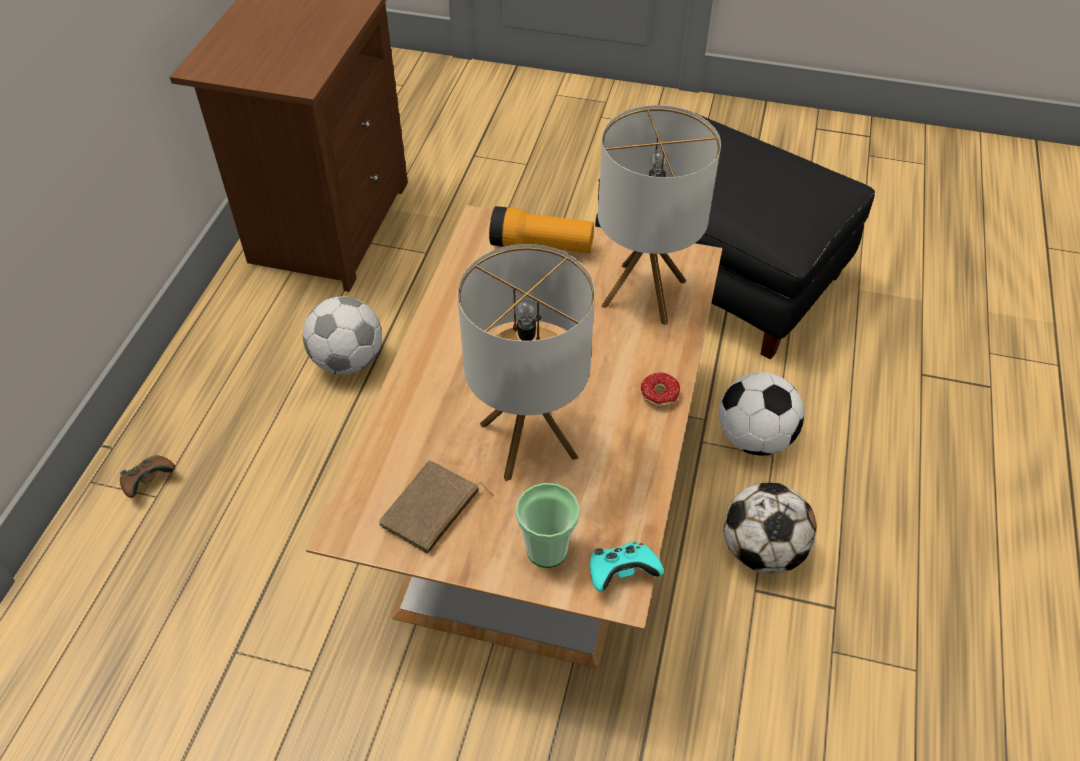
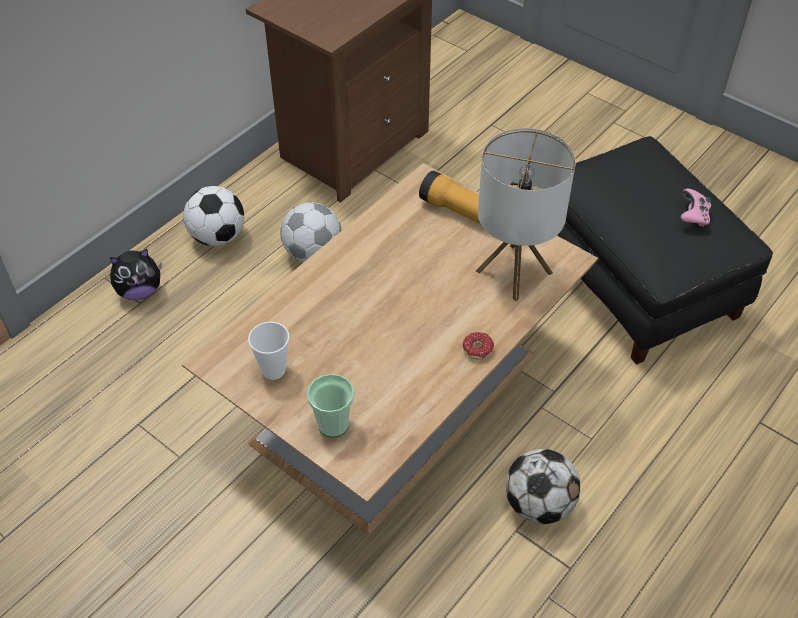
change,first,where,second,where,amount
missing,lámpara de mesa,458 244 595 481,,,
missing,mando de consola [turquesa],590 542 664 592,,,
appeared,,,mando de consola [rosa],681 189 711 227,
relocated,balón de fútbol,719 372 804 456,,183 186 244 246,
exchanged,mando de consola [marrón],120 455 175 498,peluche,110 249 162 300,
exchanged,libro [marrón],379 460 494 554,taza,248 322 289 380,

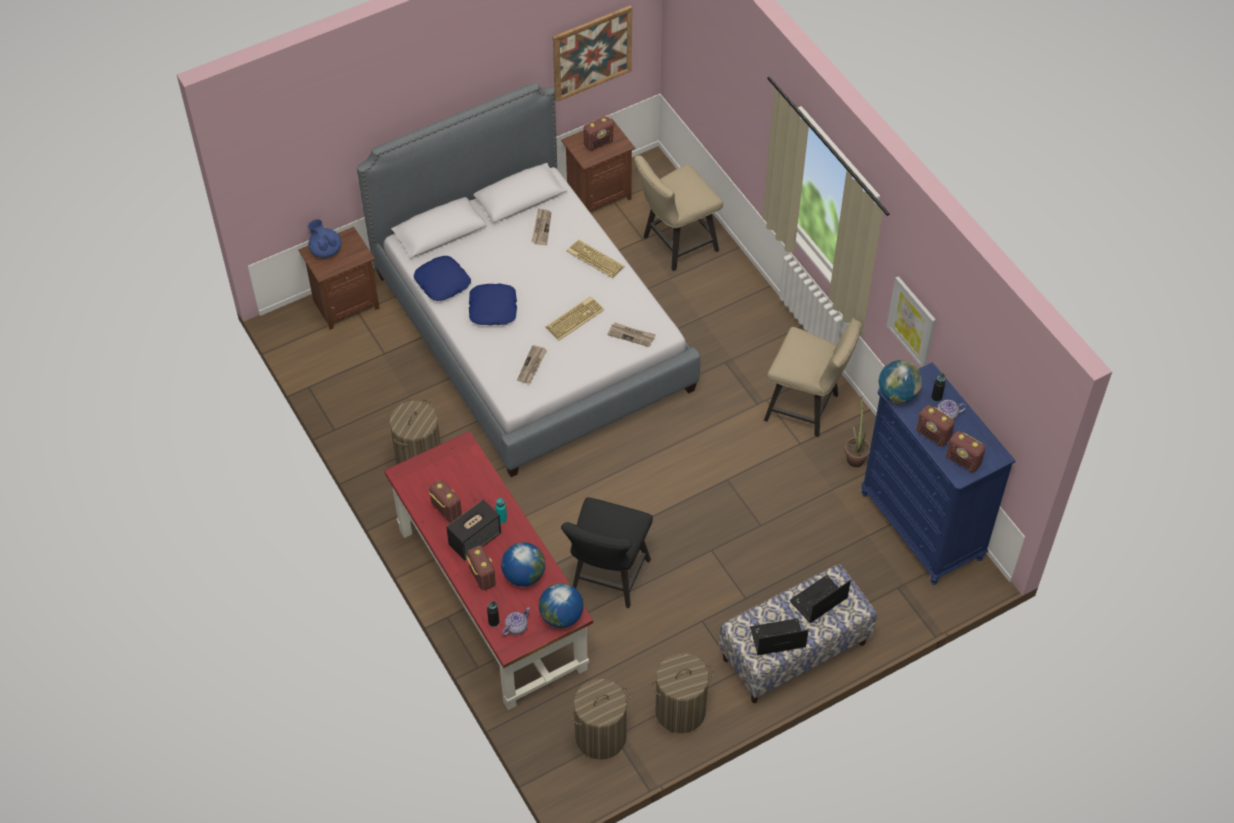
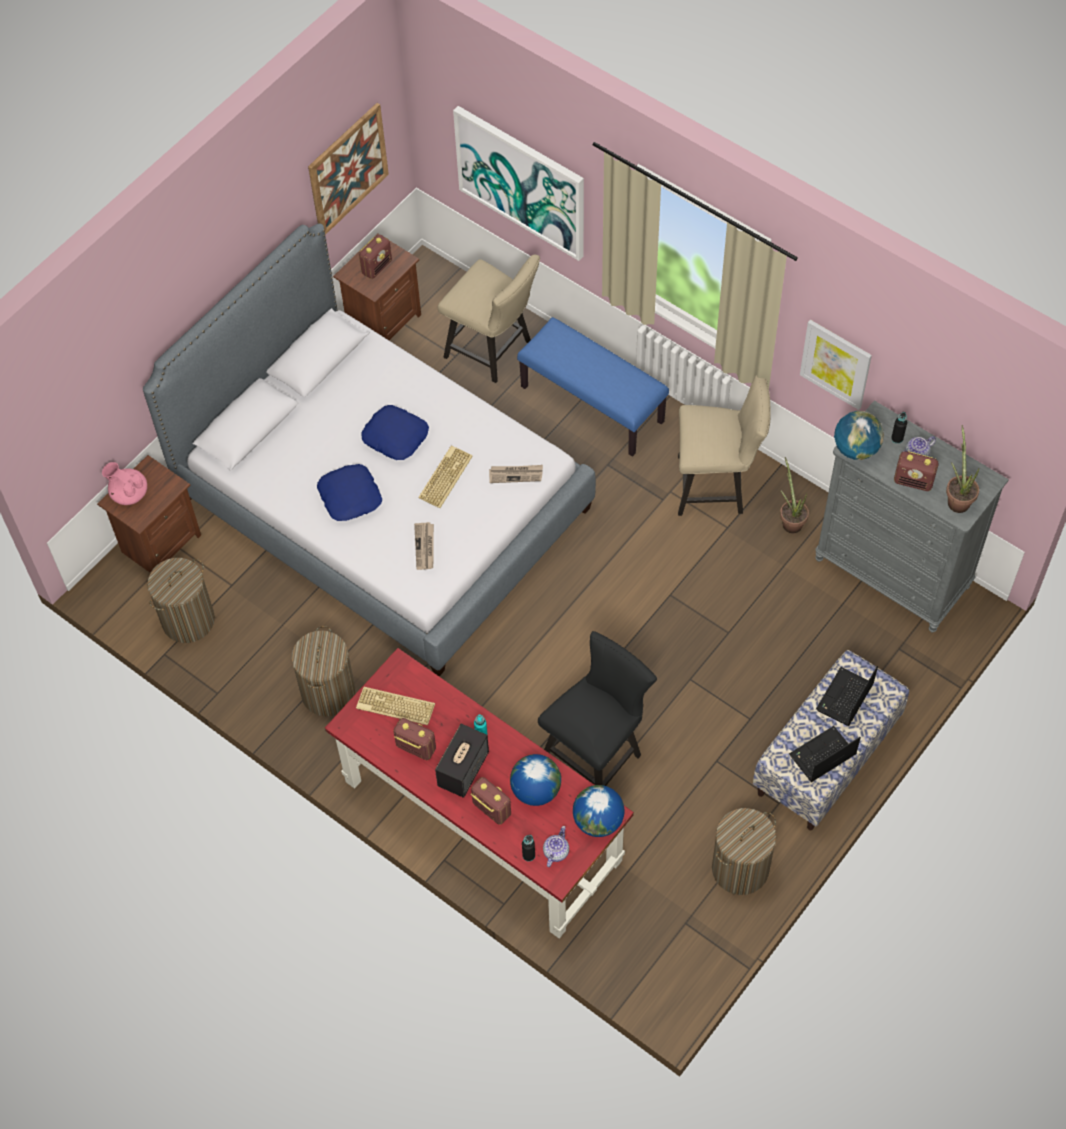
change,first,where,second,where,amount
missing,periódico,531 208 552 245,,,
appeared,,,cuadro,453 106 584 261,
appeared,,,banco [azul],517 317 669 457,
relocated,cojín [azul],414 256 471 301,,361 405 429 460,
relocated,teclado,567 240 625 278,,356 687 435 725,
relocated,cesto de la ropa,570 679 631 760,,147 558 215 643,
exchanged,radio,946 431 985 472,planta en maceta,946 425 980 513,
colour,tetera [azul],308 219 342 258,tetera [rosa],102 462 147 505,
colour,cómoda [azul],861 362 1015 585,cómoda [gris],815 401 1009 632,
spun,silla [negro],561 497 653 608,,538 631 657 786,135 degrees counterclockwise
spun,silla [beis],634 155 723 271,,437 255 540 383,90 degrees counterclockwise

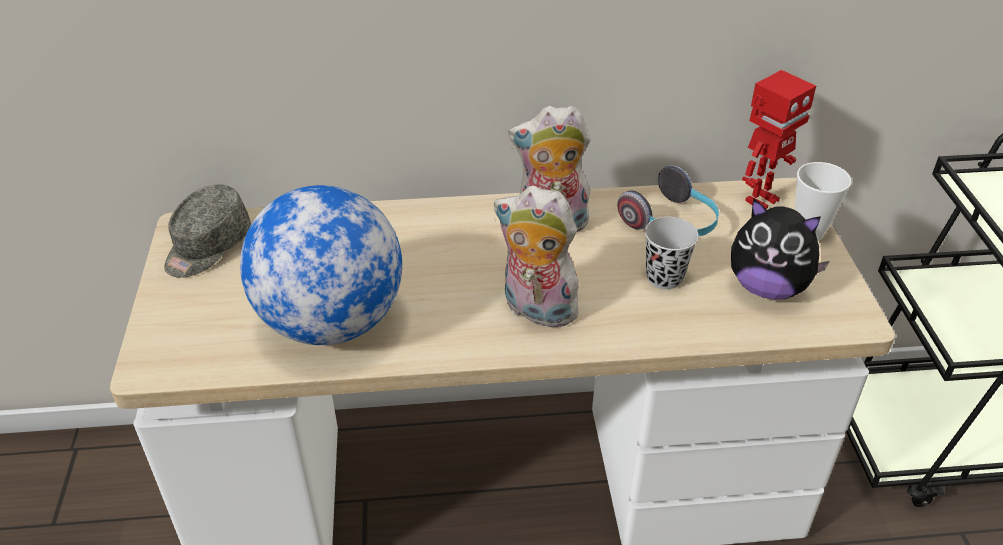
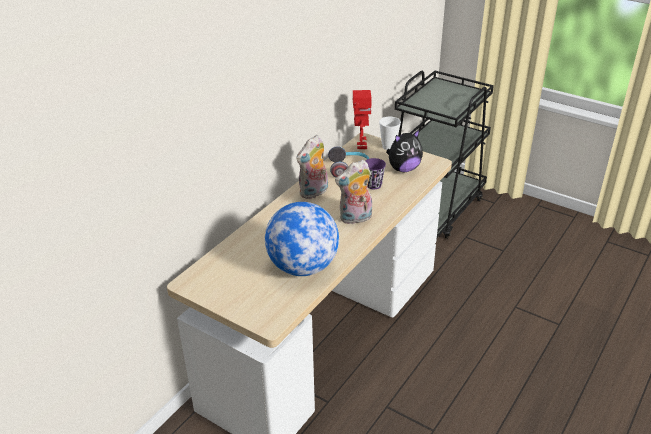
change,first,where,second,where,amount
missing,gorra [gris],164 185 251 278,,,
colour,taza [negro],645 217 699 289,taza [morado],365 158 386 189,

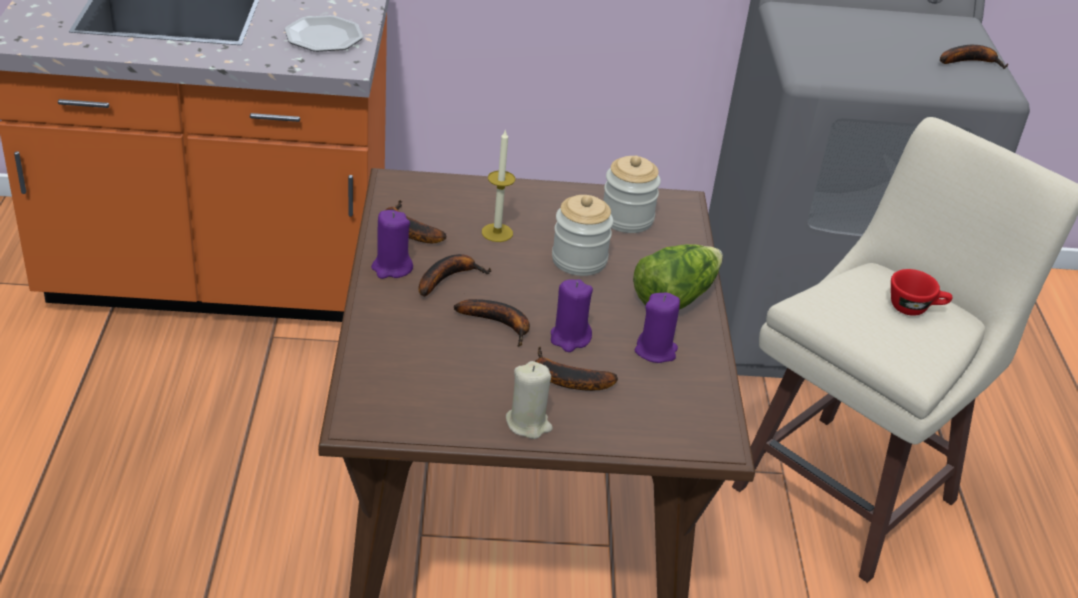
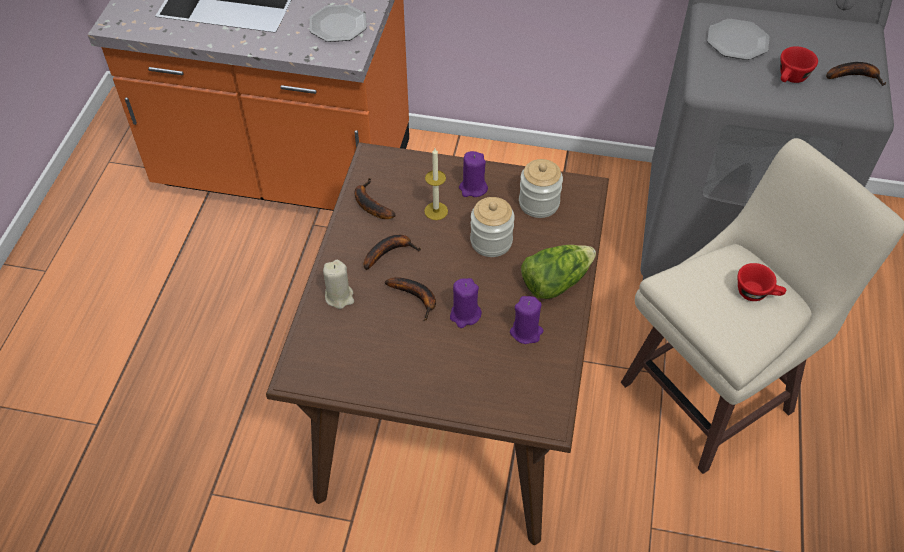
change,first,where,second,where,amount
missing,plátano,535 346 618 391,,,
appeared,,,plato,707 19 769 60,
appeared,,,taza [rojo],780 46 818 83,
relocated,vela [morado],371 210 413 279,,459 151 488 197,
relocated,vela [beis],506 361 553 439,,323 260 354 309,

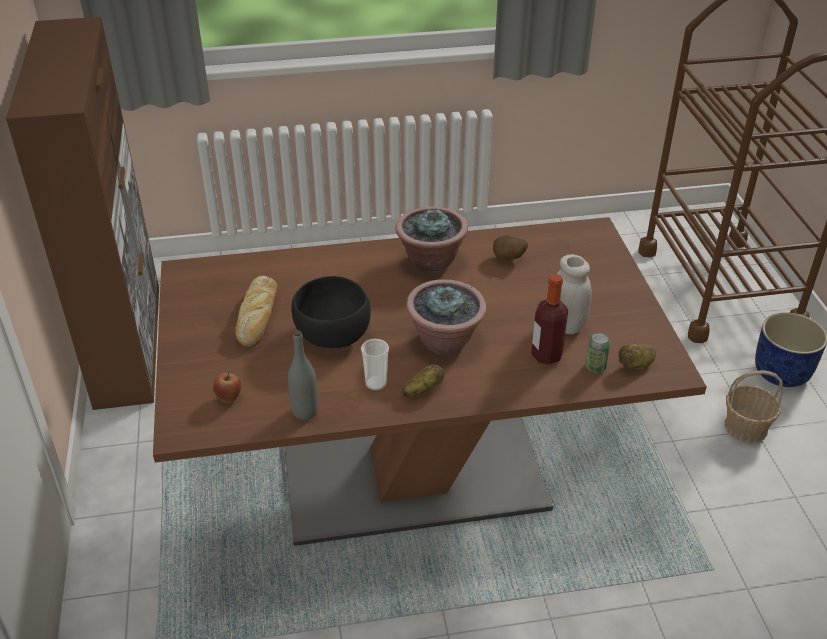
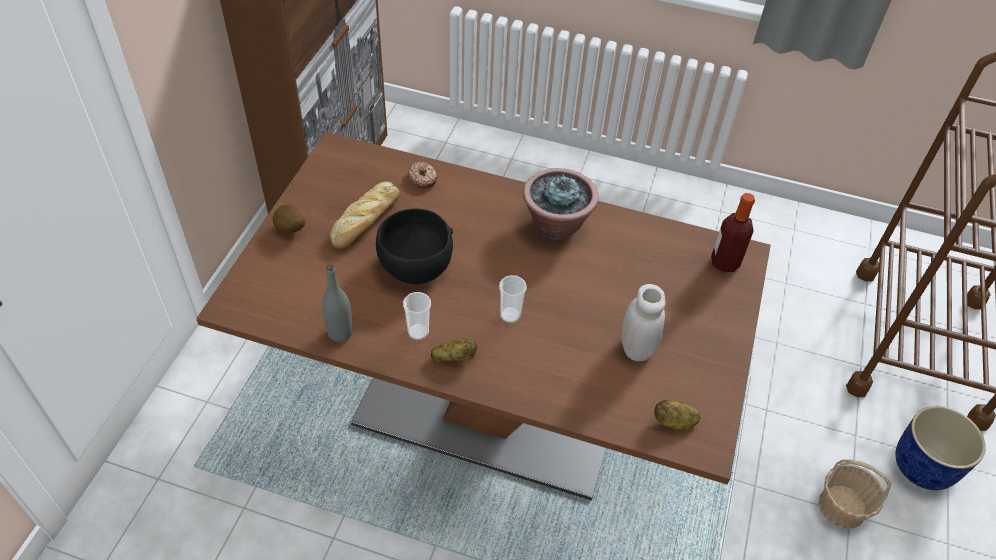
change,first,where,second,where,amount
missing,manzana,213 372 242 403,,,
missing,lata,586 332 611 373,,,
appeared,,,rosquilla,408 162 438 189,
relocated,patata,493 235 528 261,,272 205 305 233,
relocated,botella,531 274 568 365,,711 193 755 273,
exchanged,planta en maceta,406 279 487 354,taza,499 275 527 323,

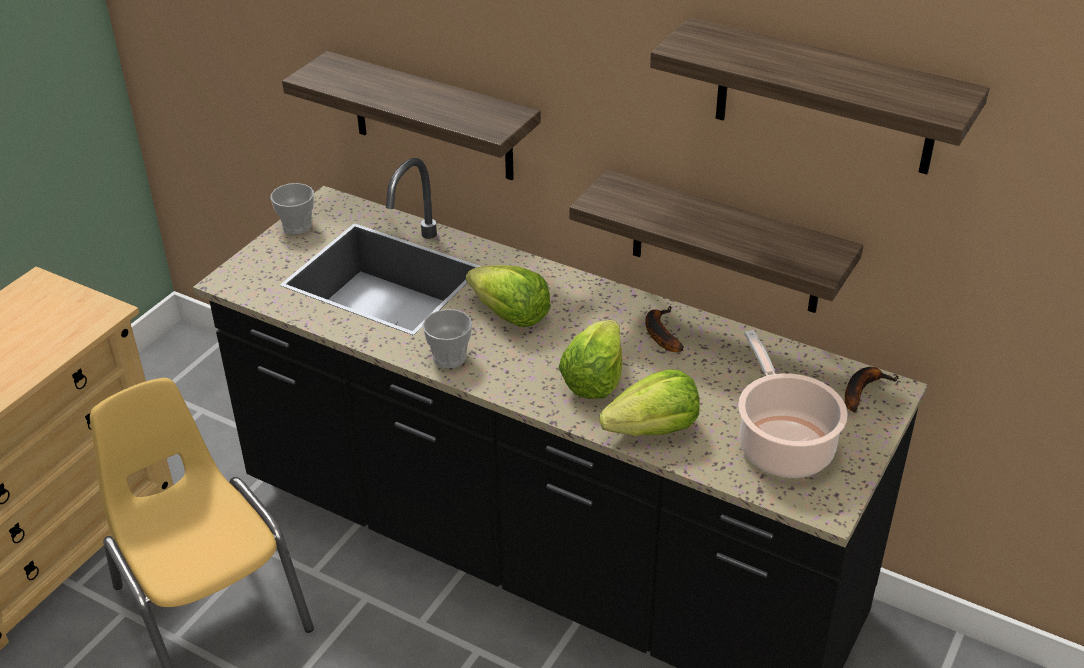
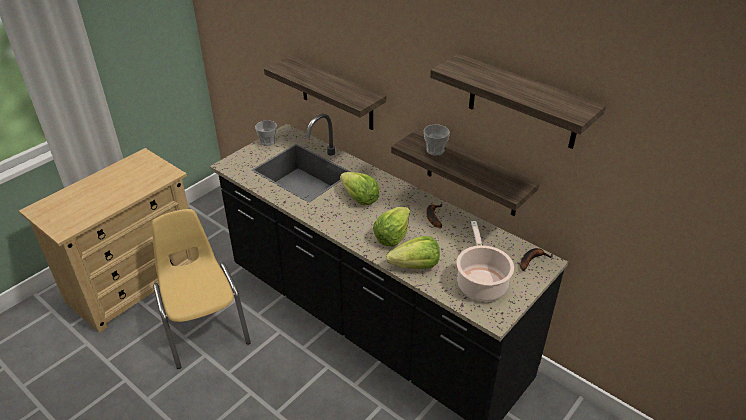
change,first,where,second,where,amount
relocated,taza,422 309 472 368,,423 125 450 156,

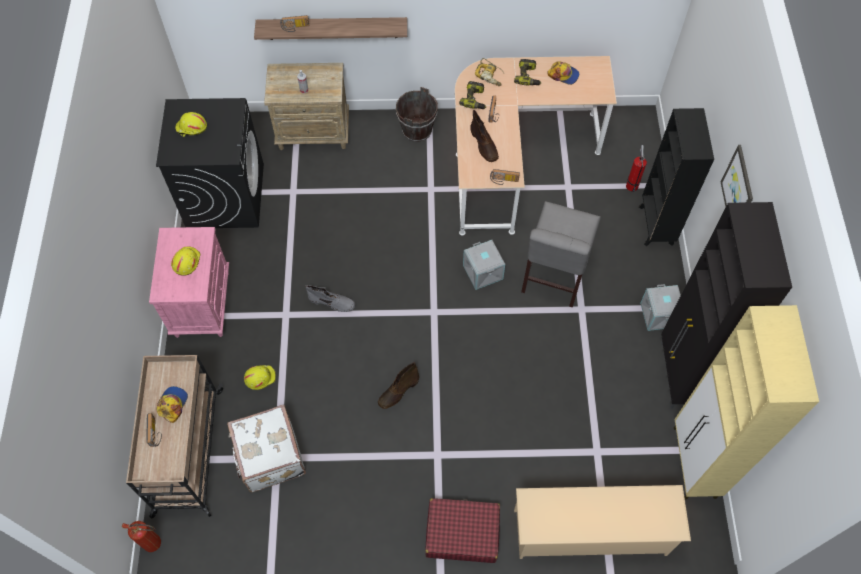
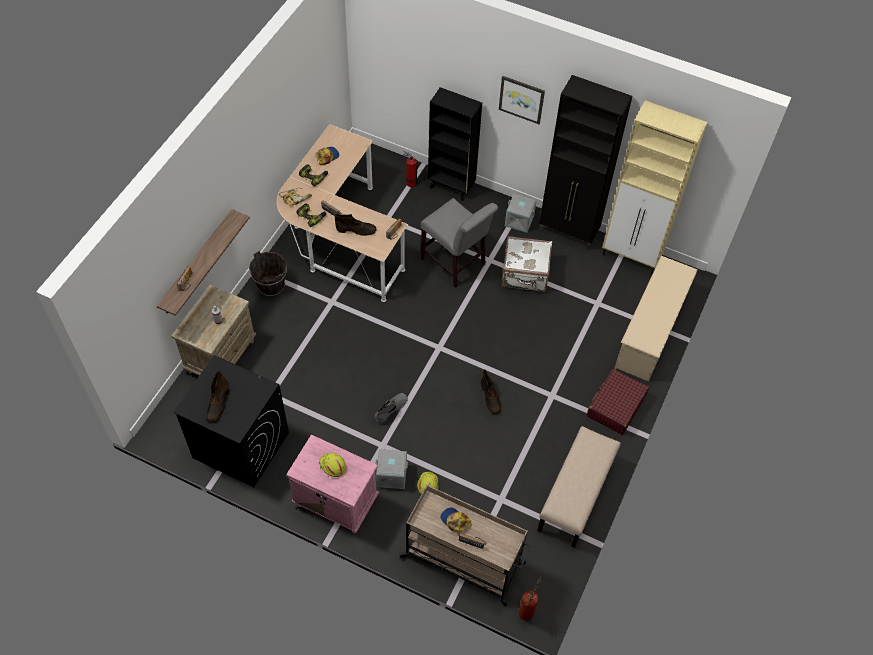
change,first,where,second,where,amount
appeared,,,banco [beis],537 426 621 548,
relocated,maleta [blanco],227 404 306 492,,502 236 552 292,
relocated,caja de almacenaje [gris],463 240 505 290,,375 449 408 489,
exchanged,casco [amarillo],175 112 207 137,bota [marrón],206 370 229 422,

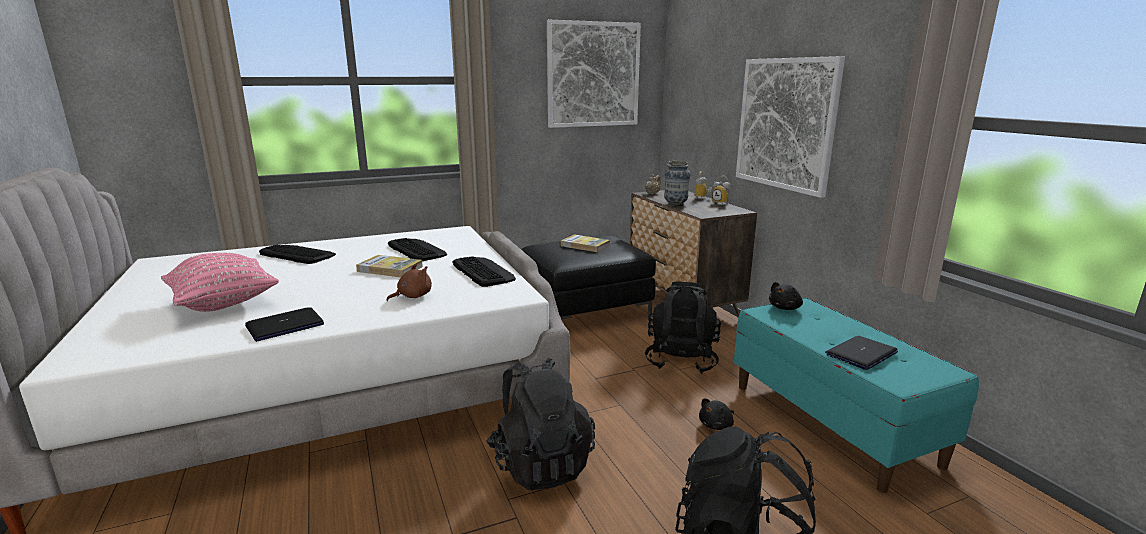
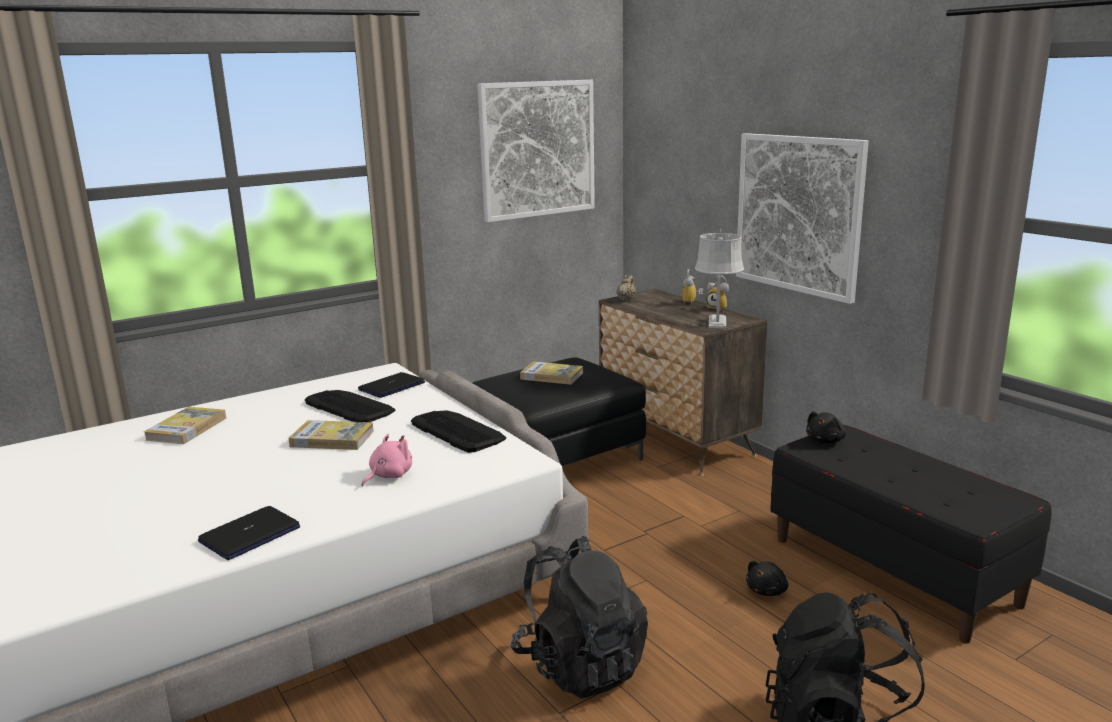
change,first,where,second,where,amount
missing,cojín [rosa],161 253 279 312,,,
missing,mochila [negro],645 281 721 374,,,
missing,florero,664 161 691 207,,,
appeared,,,lámpara de mesa [gris],695 230 744 328,
relocated,portátil,825 336 898 370,,358 372 425 398,
exchanged,teclado,259 245 336 264,libro,144 407 226 444,
colour,peluche [marrón],386 264 432 301,peluche [rosa],362 434 412 486,
colour,banco [turquesa],734 298 979 493,banco [negro],770 425 1051 644,

